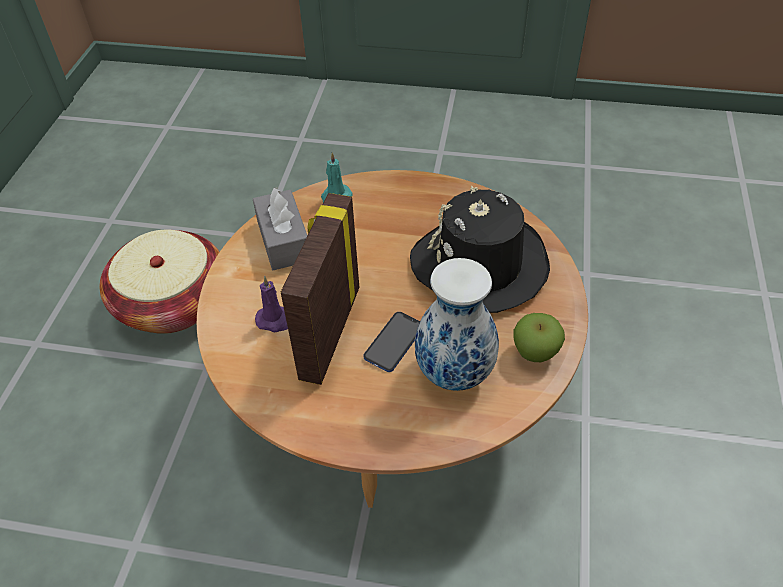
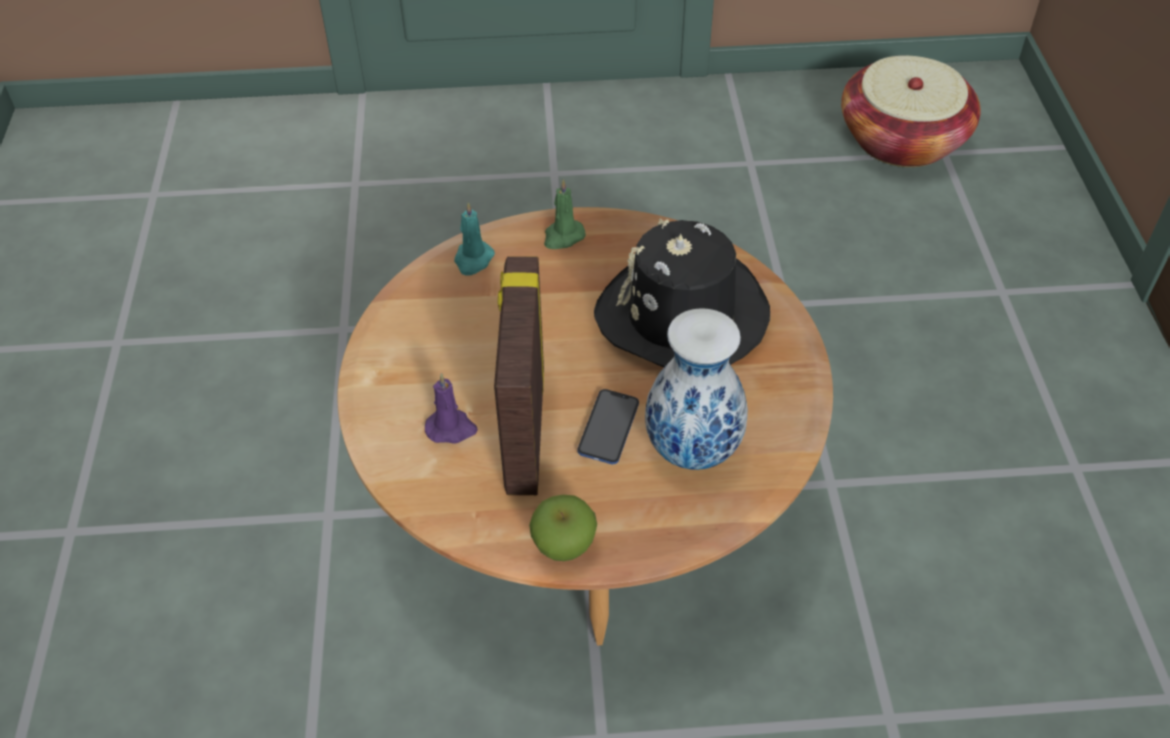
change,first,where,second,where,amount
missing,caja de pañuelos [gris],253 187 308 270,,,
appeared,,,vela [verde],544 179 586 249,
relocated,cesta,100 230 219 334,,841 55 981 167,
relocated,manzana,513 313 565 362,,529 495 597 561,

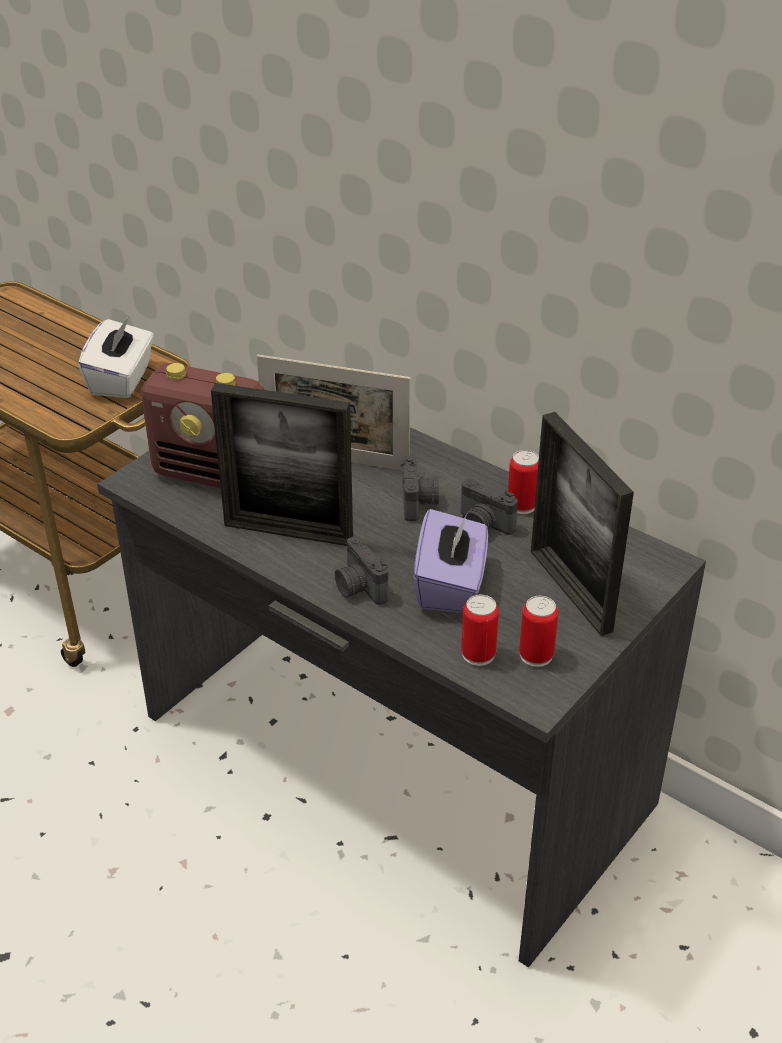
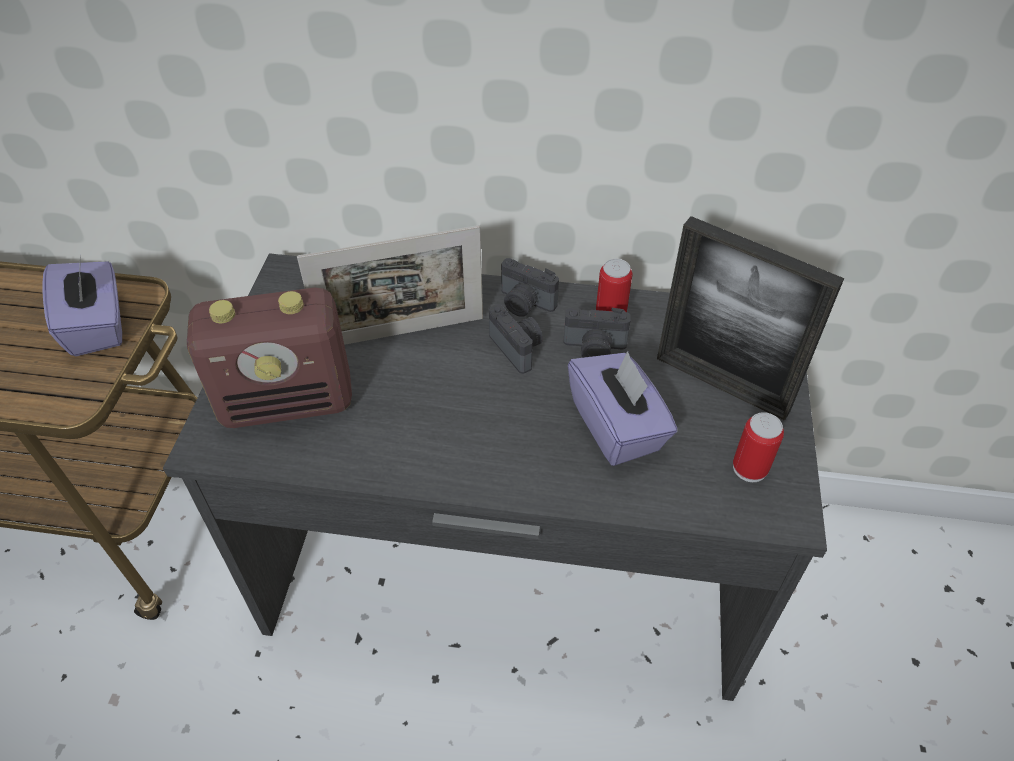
change,first,where,second,where,amount
missing,portarretratos,211 383 353 546,,,
missing,lata,461 595 499 666,,,
relocated,cámara,335 536 388 605,,501 258 559 317,
colour,caja de pañuelos [blanco],78 317 154 398,caja de pañuelos [morado],42 255 122 356,

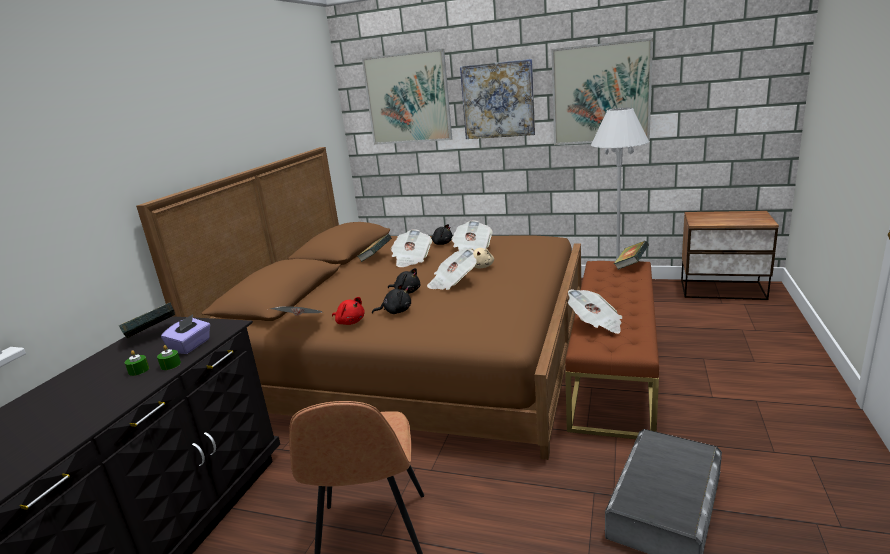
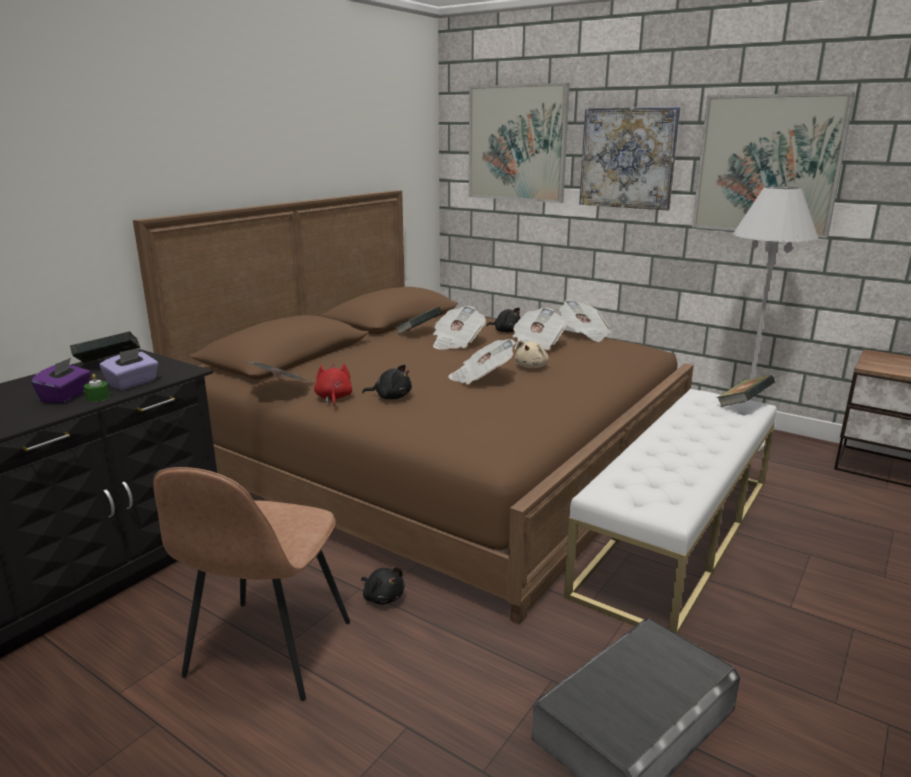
change,first,where,second,where,amount
relocated,peluche [negro],388 268 420 294,,361 567 405 605,
relocated,periódico,568 289 622 334,,559 300 612 342,
exchanged,vela [verde],125 350 149 376,caja de pañuelos [morado],31 358 91 403,
colour,banco [marrón],565 261 659 439,banco [blanco],564 389 777 634,
spun,peluche [rojo],332 297 365 325,,314 363 352 406,150 degrees counterclockwise

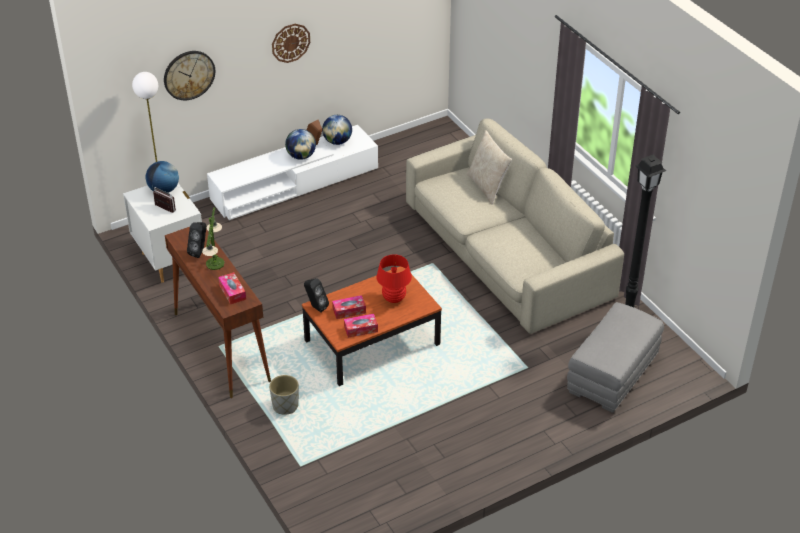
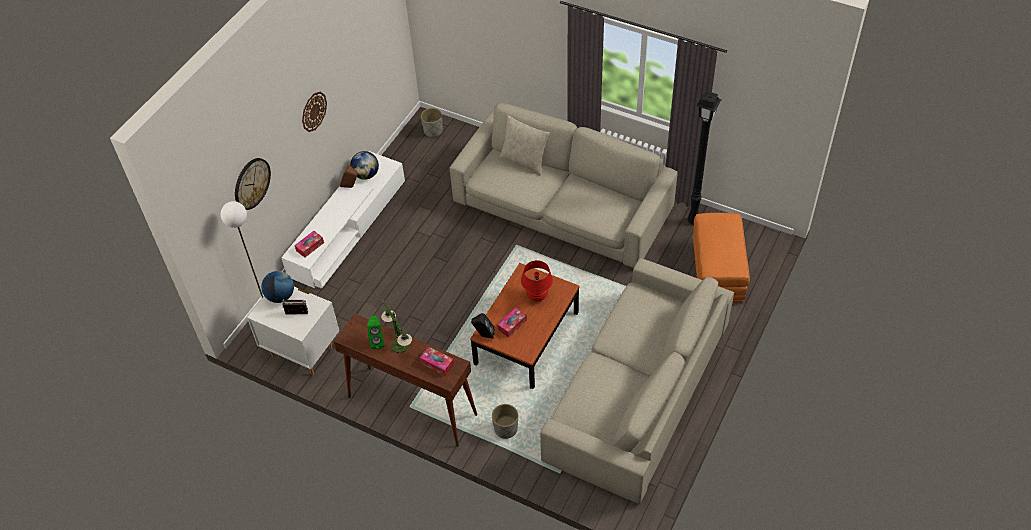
change,first,where,second,where,amount
missing,globo terráqueo,285 129 316 160,,,
appeared,,,maceta [gris],421 108 443 137,
appeared,,,sofá [beis],540 258 734 504,
relocated,caja de pañuelos,344 314 378 338,,295 231 324 257,
colour,altavoz [negro],187 222 206 258,altavoz [verde],367 316 384 349,
colour,puf [gris],567 302 664 413,puf [naranja],693 213 750 303,

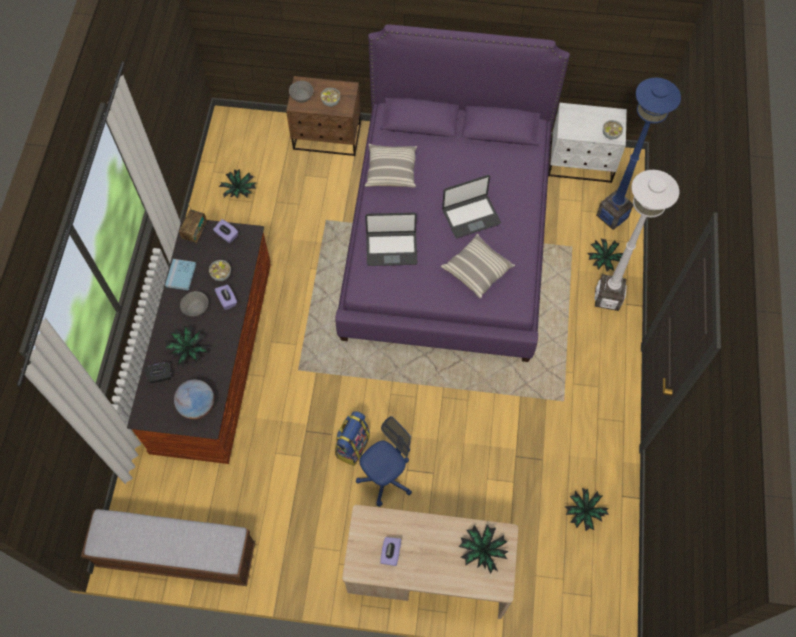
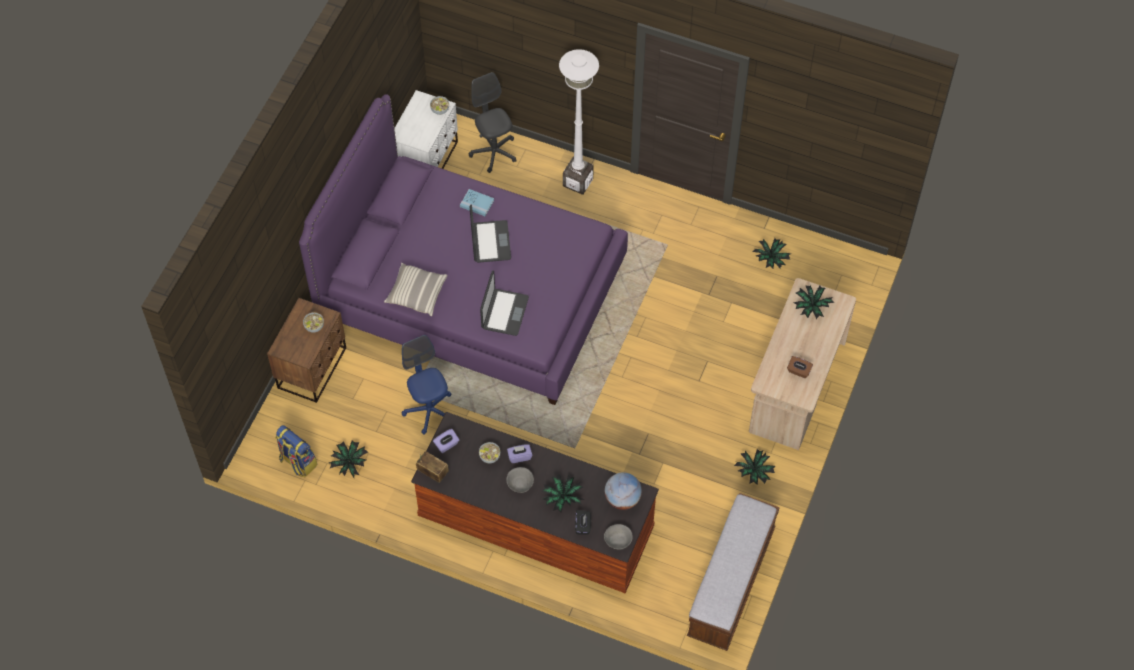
change,first,where,second,where,amount
missing,cojín,441 234 515 299,,,
relocated,libro [azul],165 259 196 291,,460 189 494 216,
relocated,cuenco [gris],289 81 313 103,,604 524 633 550,
relocated,mochila,335 411 370 466,,275 425 317 477,
relocated,silla de oficina [azul],356 416 412 507,,402 335 451 435,
relocated,planta en maceta,587 239 623 271,,734 449 775 485,
exchanged,lámpara de pie [azul],596 78 681 230,silla de oficina [gris],469 72 516 173,
colour,caja de pañuelos [morado],380 537 401 566,caja de pañuelos [marrón],787 356 813 378,

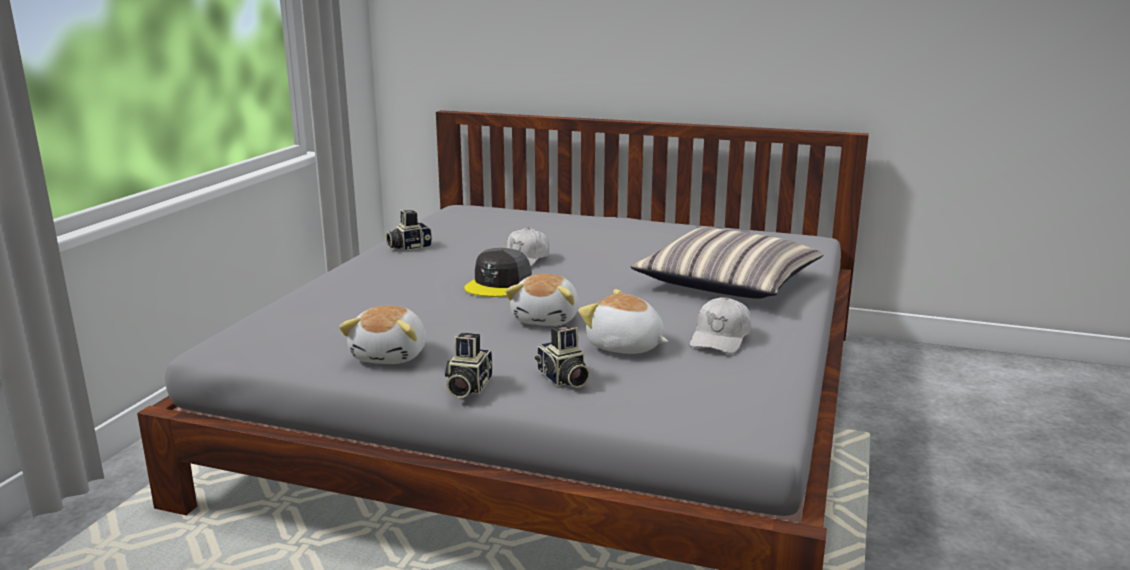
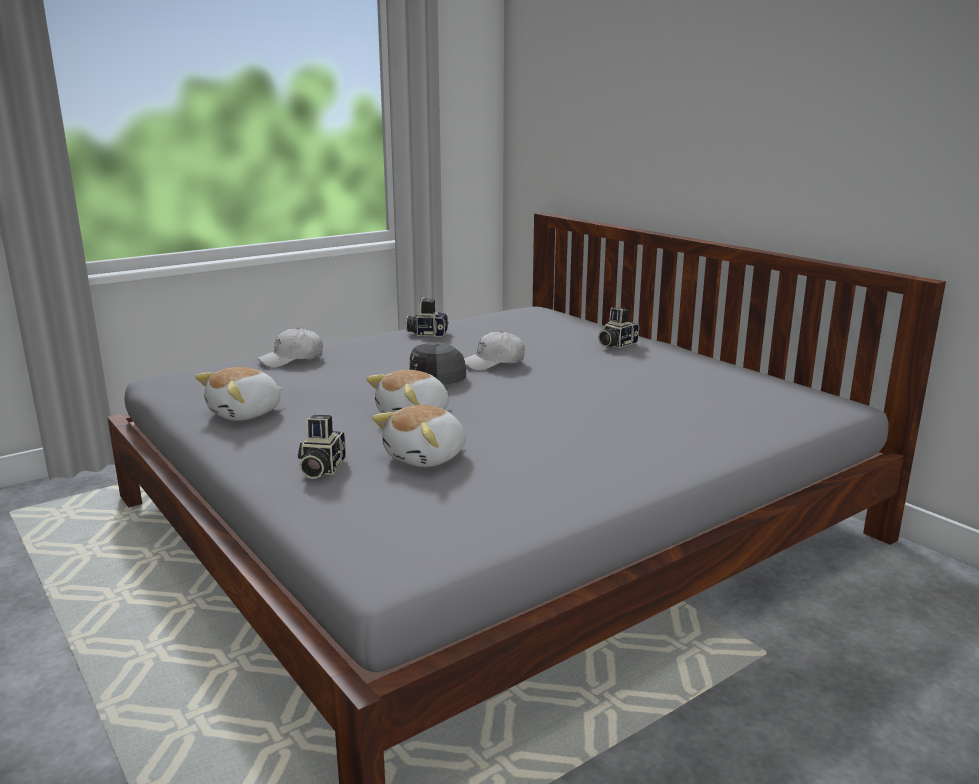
change,first,where,second,where,amount
missing,cojín,631 228 824 299,,,
relocated,cámara,445 333 492 398,,598 307 639 348,
relocated,gorra [blanco],690 297 751 354,,257 328 323 368,
spun,peluche,578 289 669 354,,372 405 466 467,120 degrees counterclockwise

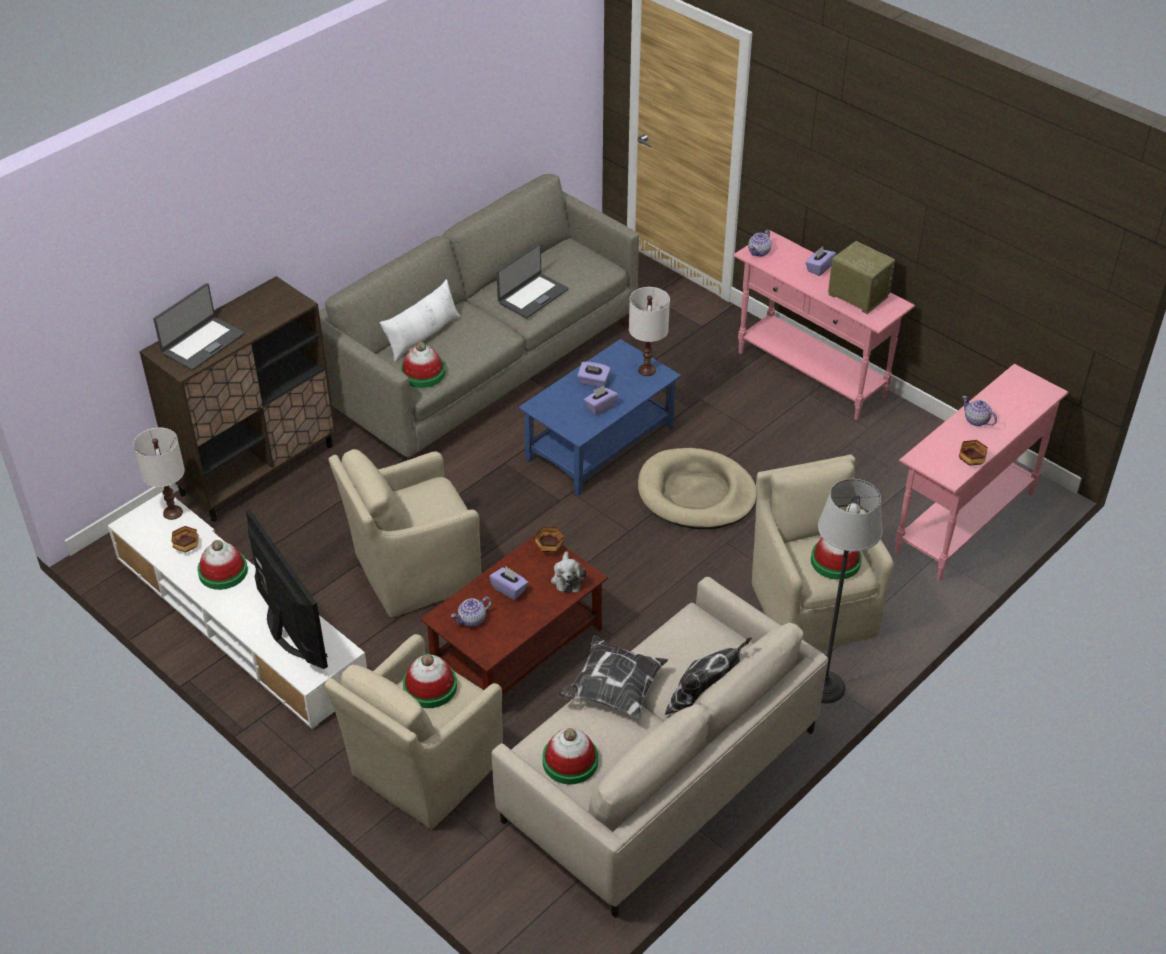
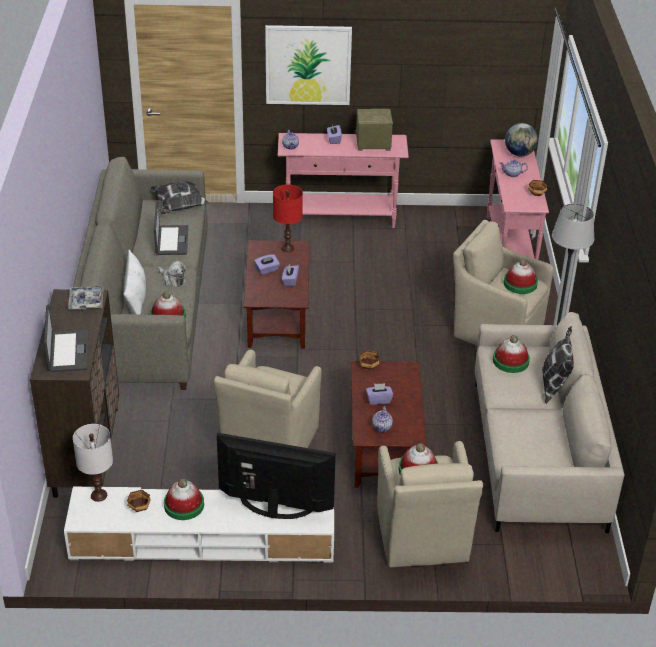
change,first,where,second,where,amount
missing,cama para perro [beis],638 448 757 529,,,
appeared,,,bandeja,68 286 104 310,
appeared,,,cuadro,265 25 352 105,
appeared,,,globo terráqueo,505 123 538 156,
relocated,sombrero,542 728 598 784,,493 335 530 373,
relocated,peluche,551 551 587 593,,158 261 187 287,
relocated,cojín,558 636 668 719,,150 181 209 214,
colour,mesa de centro [azul],519 339 681 496,mesa de centro [marrón],243 240 309 349,
colour,lámpara de mesa [blanco],629 287 670 376,lámpara de mesa [rojo],273 185 303 252,

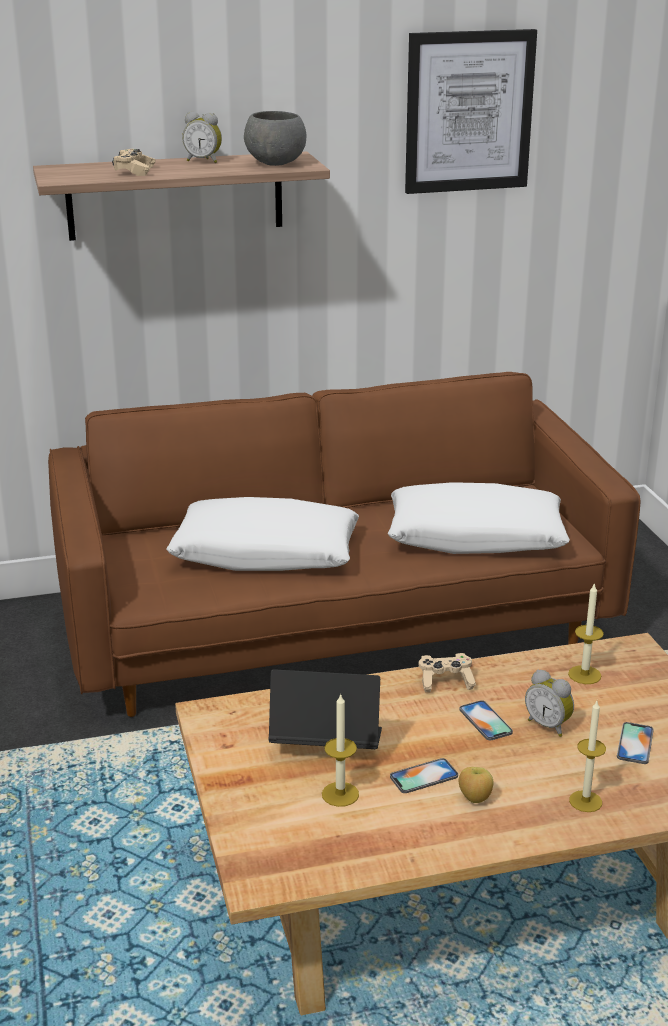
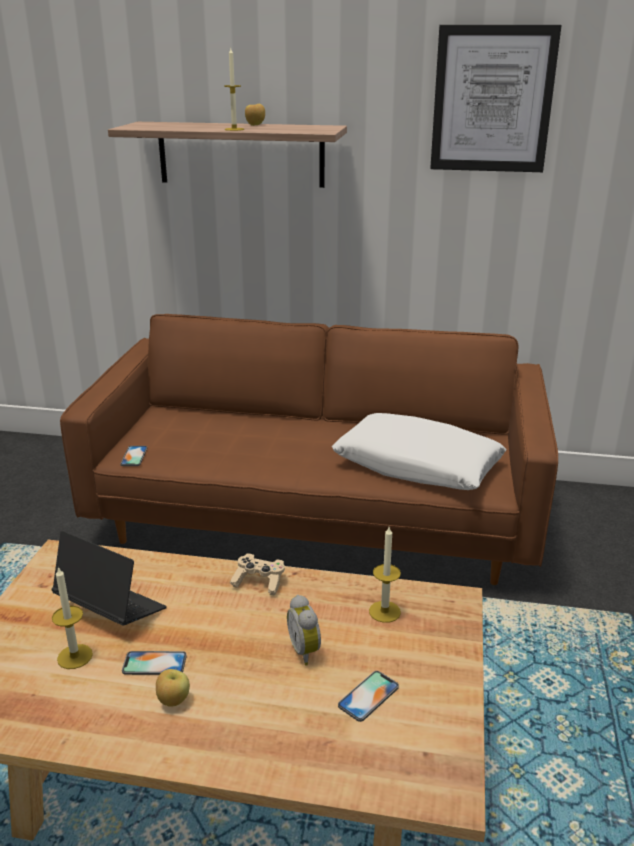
change,first,where,second,where,amount
missing,mando de consola [beis],112 149 156 176,,,
missing,cojín [blanco],166 497 359 571,,,
missing,cuenco [gris],244 111 306 166,,,
relocated,móvil,459 700 513 740,,120 446 147 466,
relocated,vela,569 701 606 812,,224 48 244 131,
exchanged,despertador,182 112 222 163,manzana,245 104 265 126,

